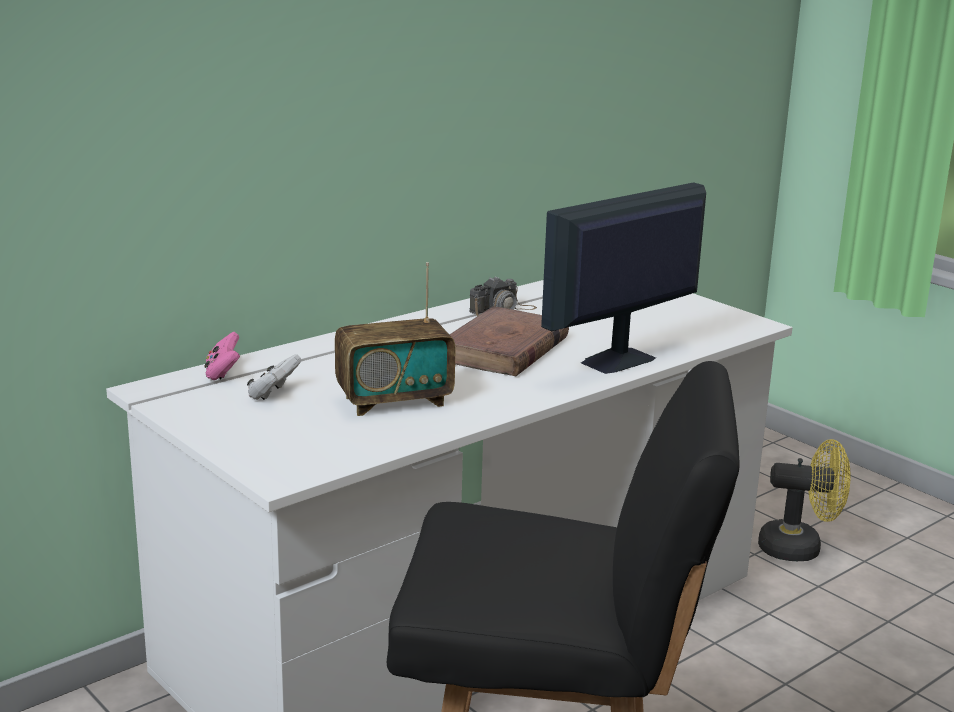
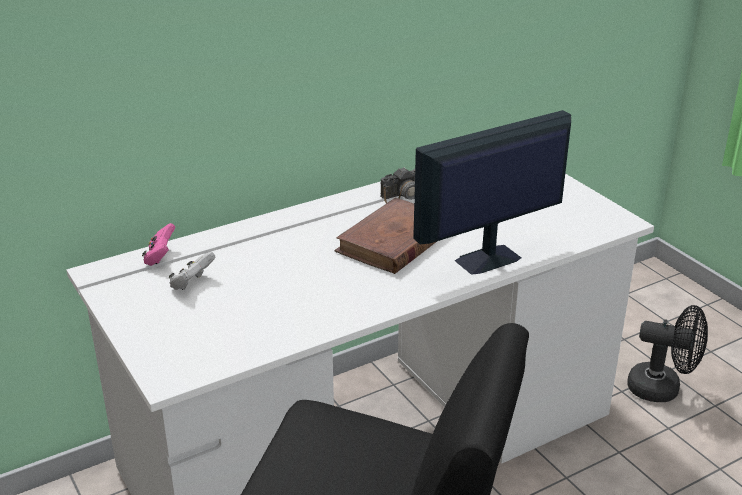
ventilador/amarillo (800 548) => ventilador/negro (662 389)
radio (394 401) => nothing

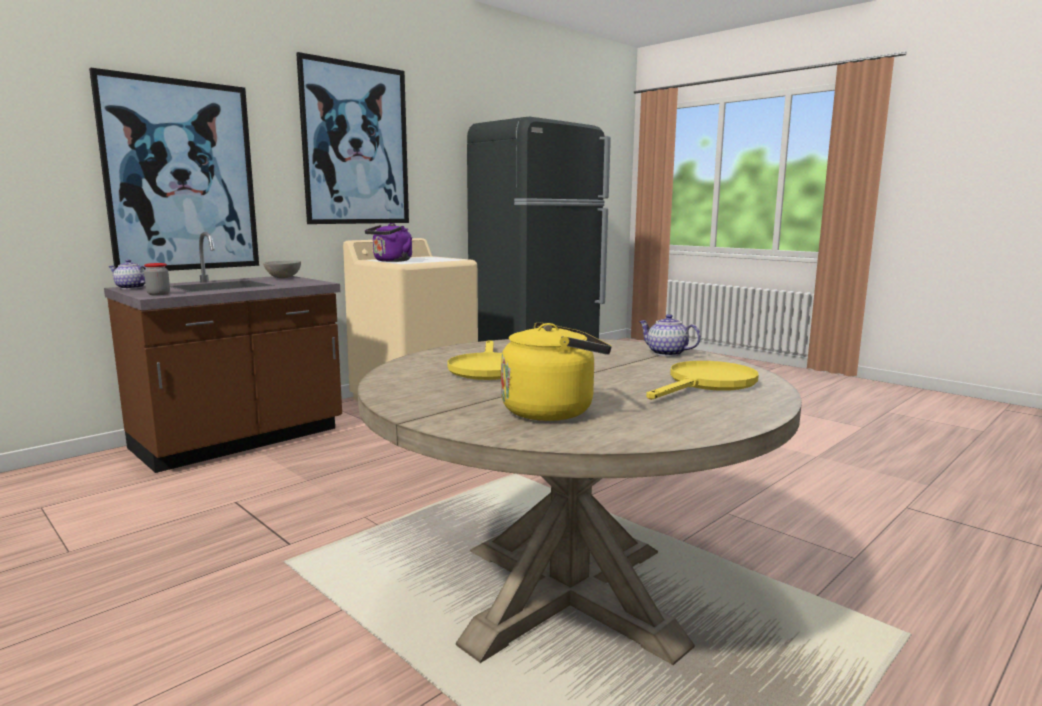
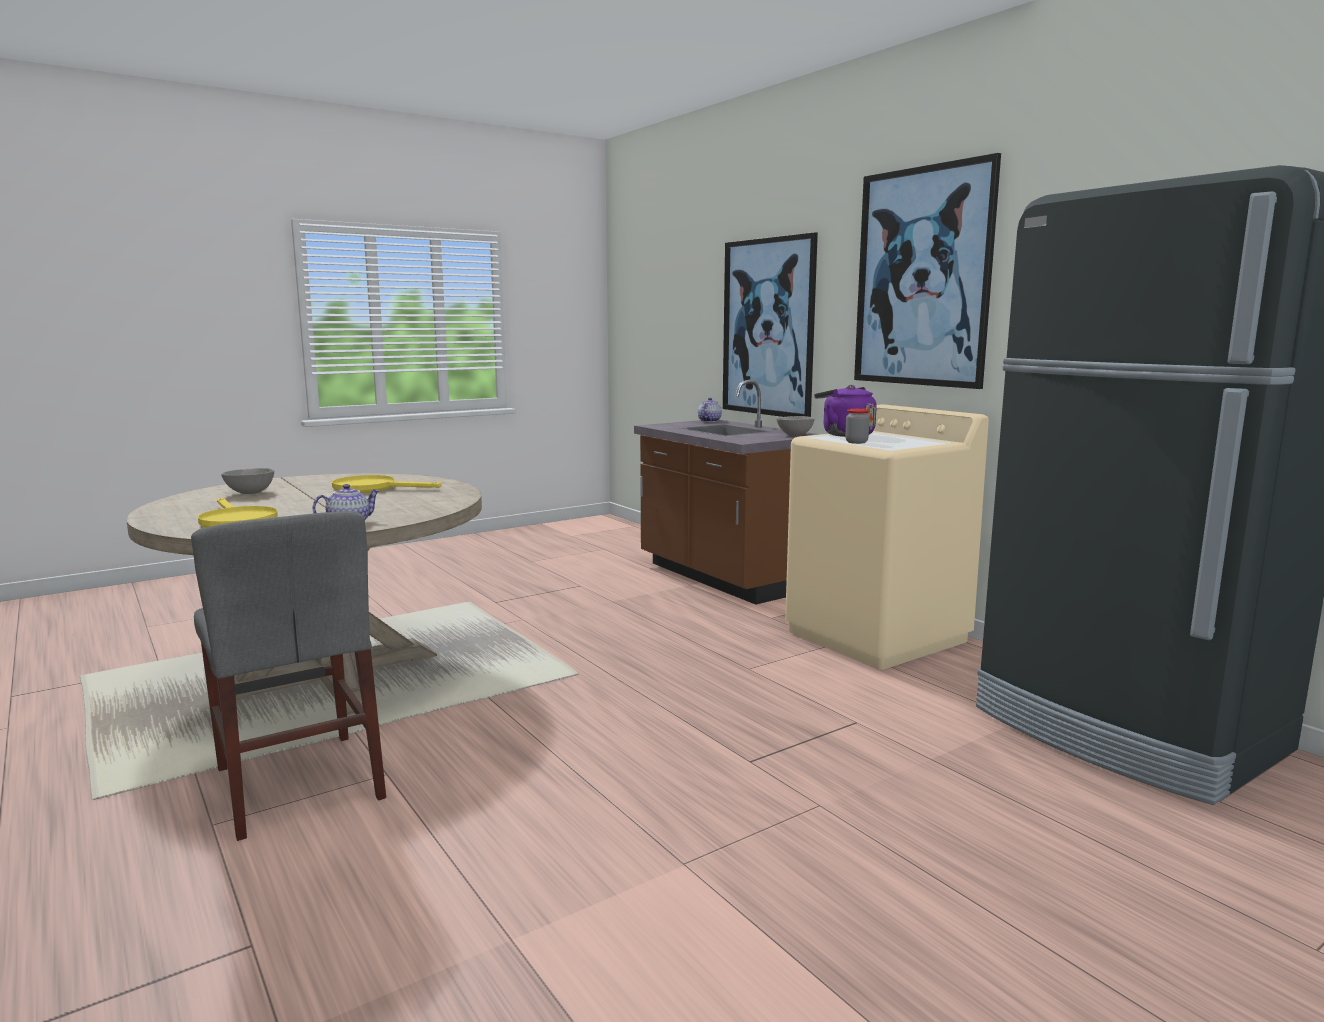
nothing => silla/gris (298 782)
hervidor/amarillo (553 410) => cuenco/gris (249 493)
tarro (158 294) => tarro (856 442), shifted

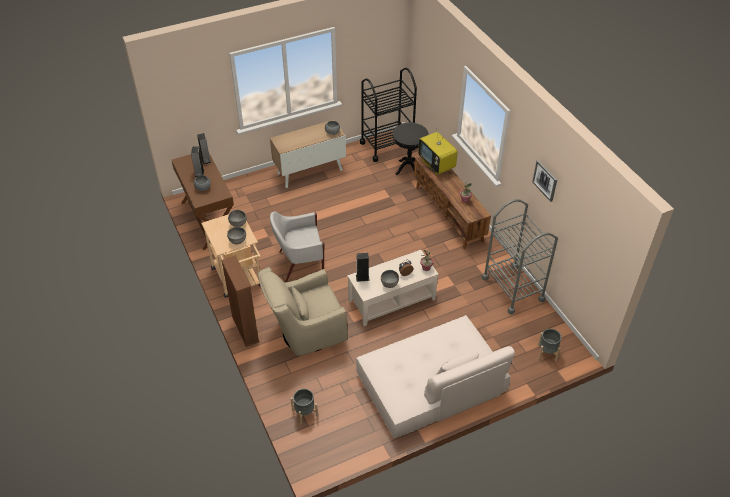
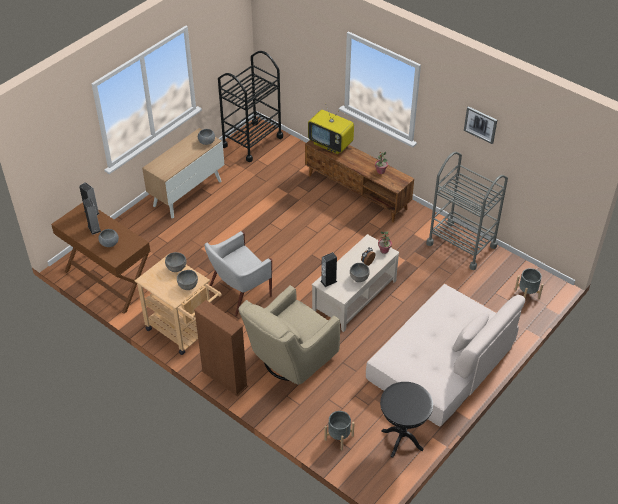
mesa auxiliar/negro (408 168) => mesa auxiliar/negro (402 440), shifted

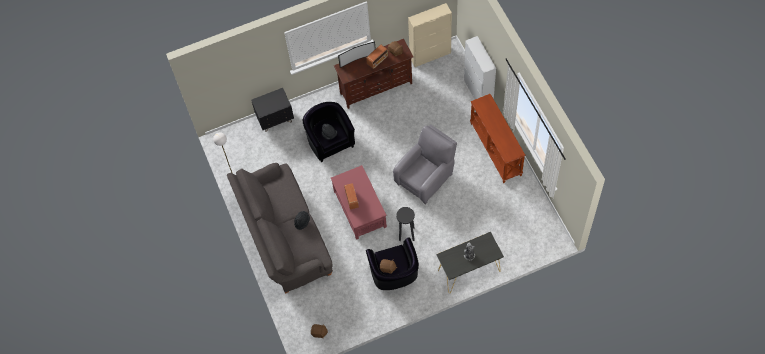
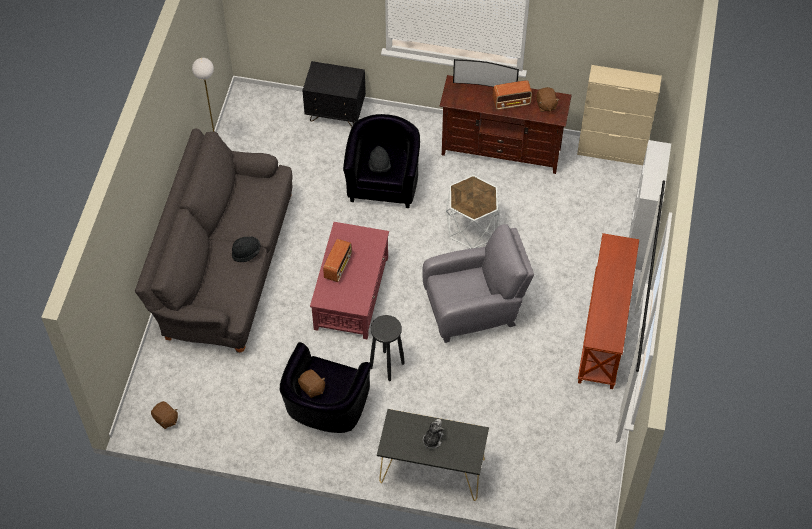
nothing => mesa auxiliar/blanco (471 227)

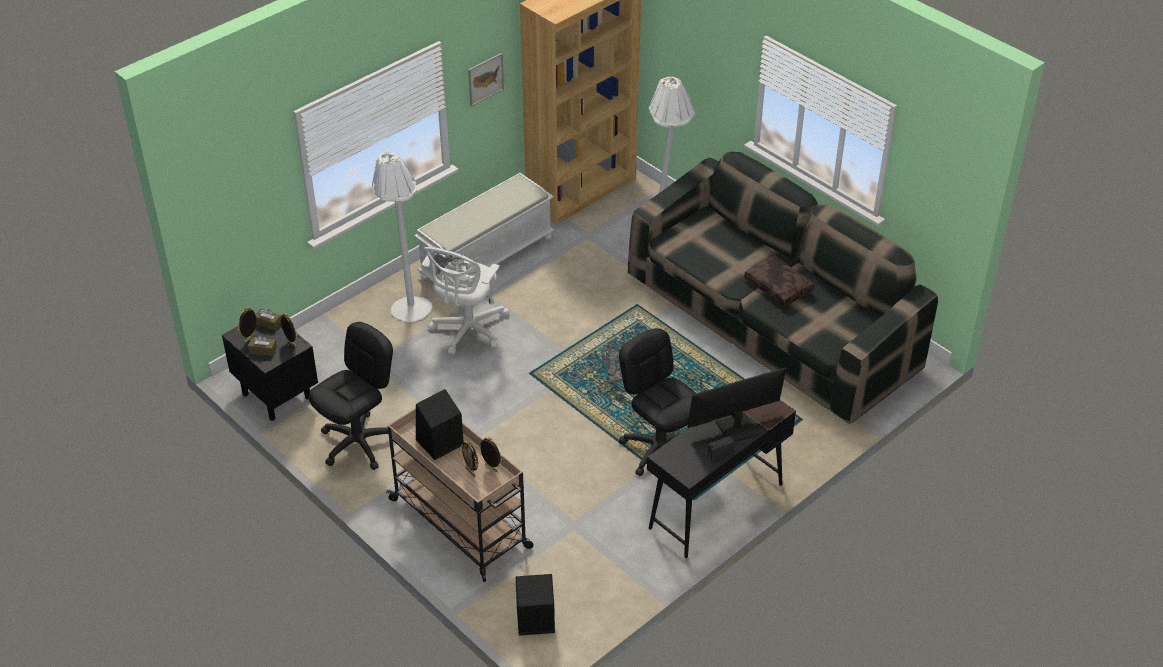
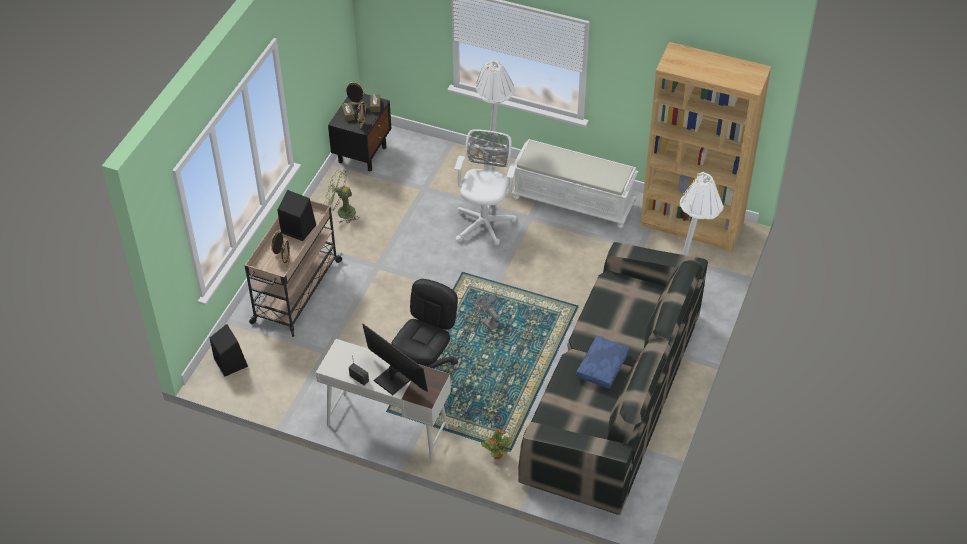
escritorio/negro (715 506) => escritorio/blanco (386 426)
silla de oficina/negro (359 443) => ventilador/verde (342 212)
silla de oficina/blanco (467 331) => silla de oficina/blanco (485 222), 105 degrees clockwise
nothing => planta en maceta (497 455)
cojín/marrón (779 286) => cojín/azul (603 367)
cuadro (485 79) => nothing

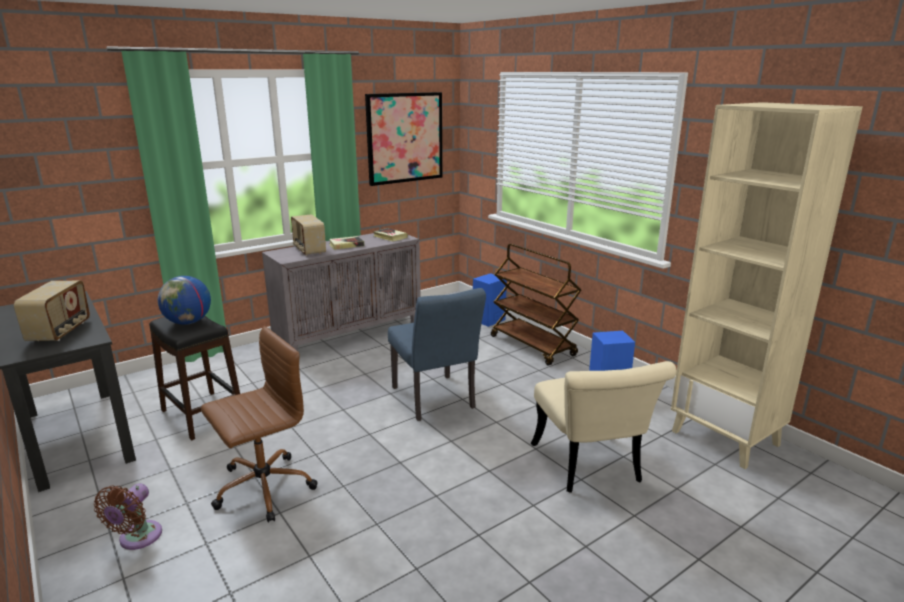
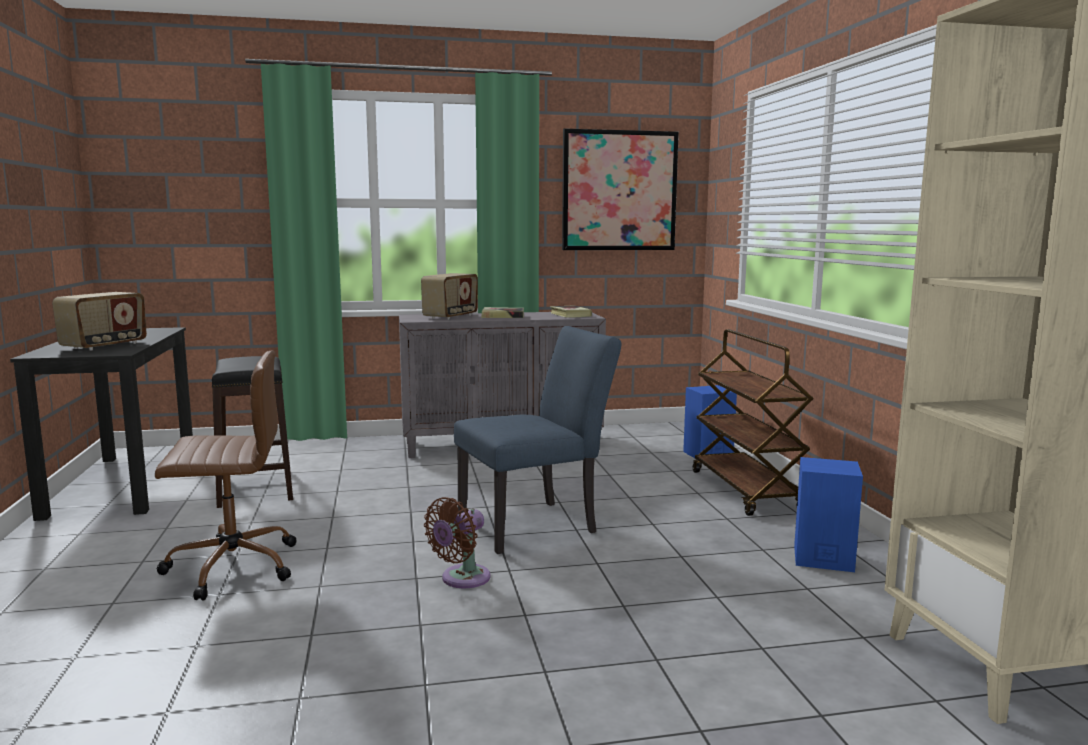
radio (309 250) => radio (451 317), 150 degrees counterclockwise
ventilador/marrón (137 539) => ventilador/marrón (462 579), shifted
silla/azul (435 401) => silla/azul (537 524), 120 degrees counterclockwise
globo terráqueo (188 322) => nothing
silla/beis (590 468) => nothing

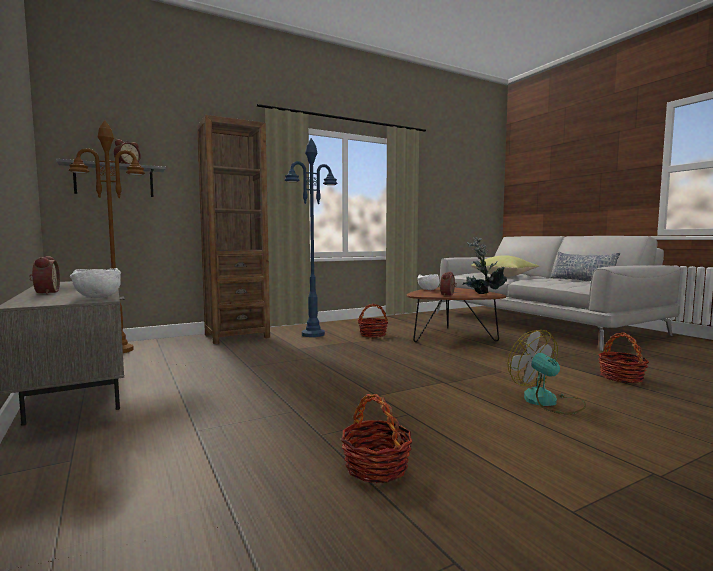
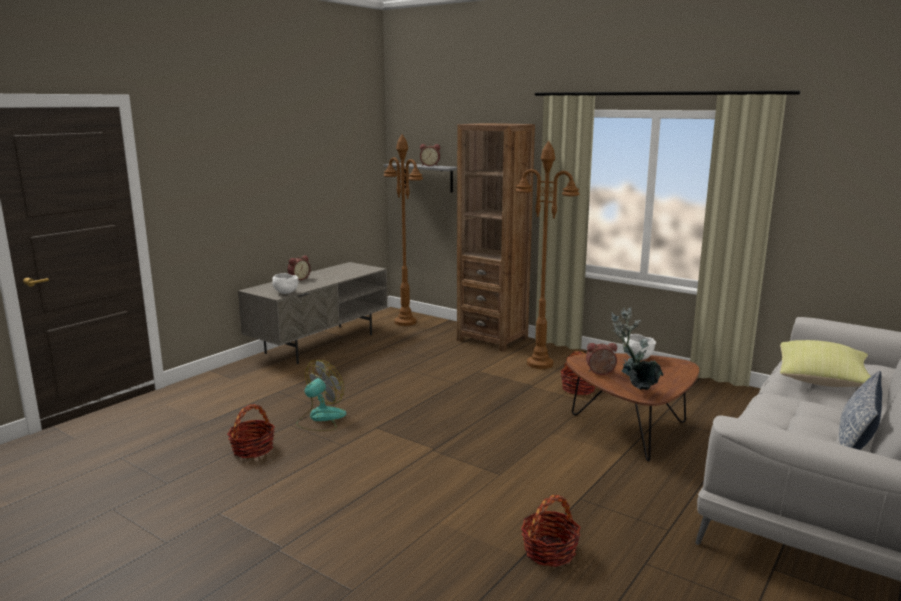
ventilador (547 401) => ventilador (320 418), shifted
lámpara de pie/azul (313 334) => lámpara de pie/marrón (540 364)

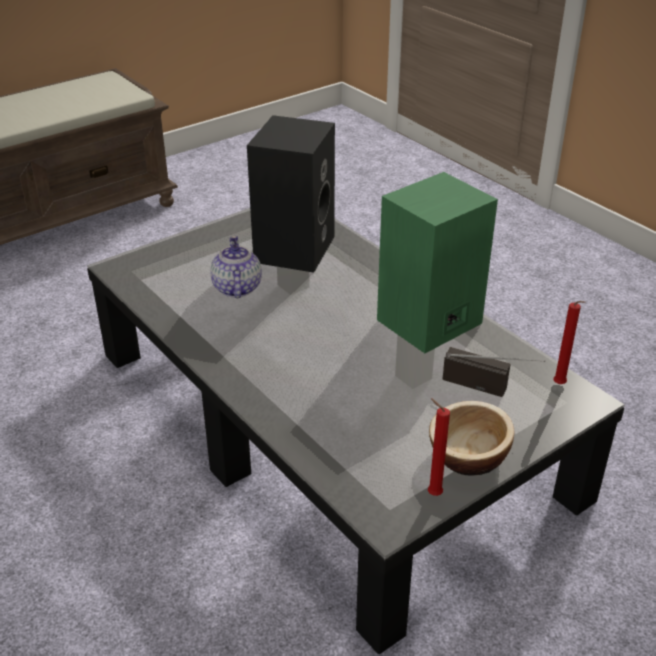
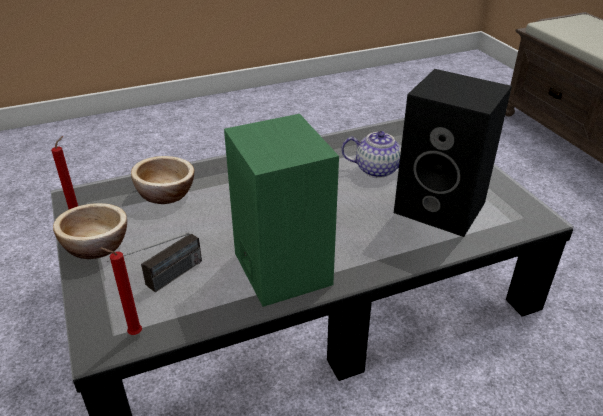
nothing => cuenco (166 194)

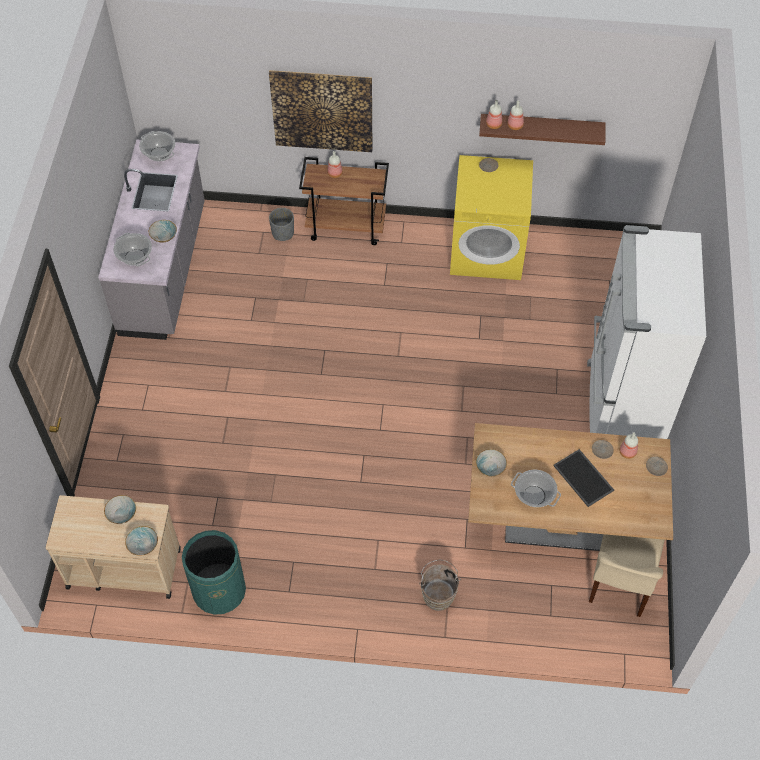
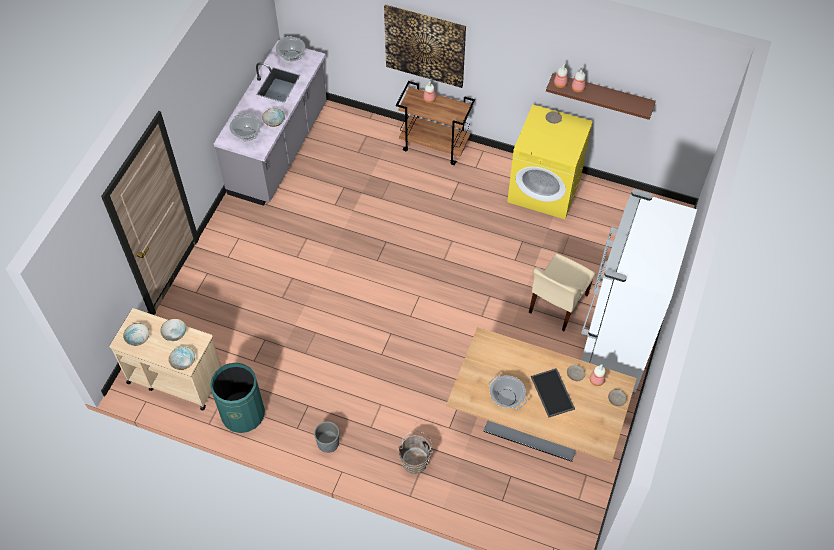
cuenco (490 467) => cuenco (138 337), shifted
maceta/gris (282 233) => maceta/gris (328 443), shifted
silla/beis (620 582) => silla/beis (557 304), shifted

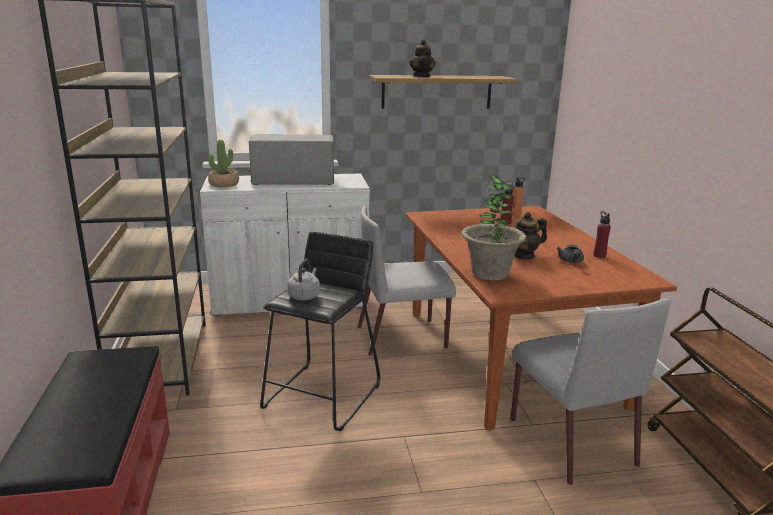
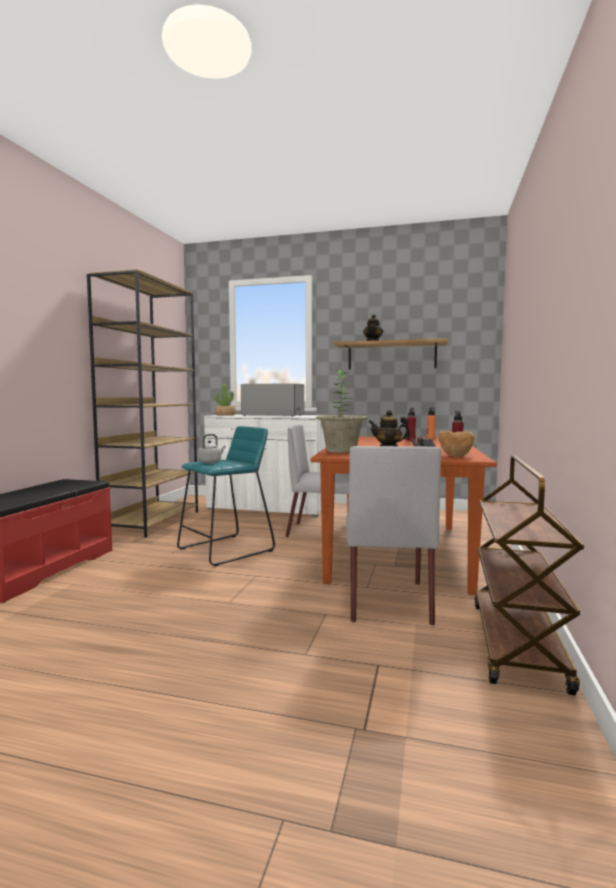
taburete/negro (323 396) => taburete/turquesa (226 550)
nothing => cuenco/marrón (455 456)

